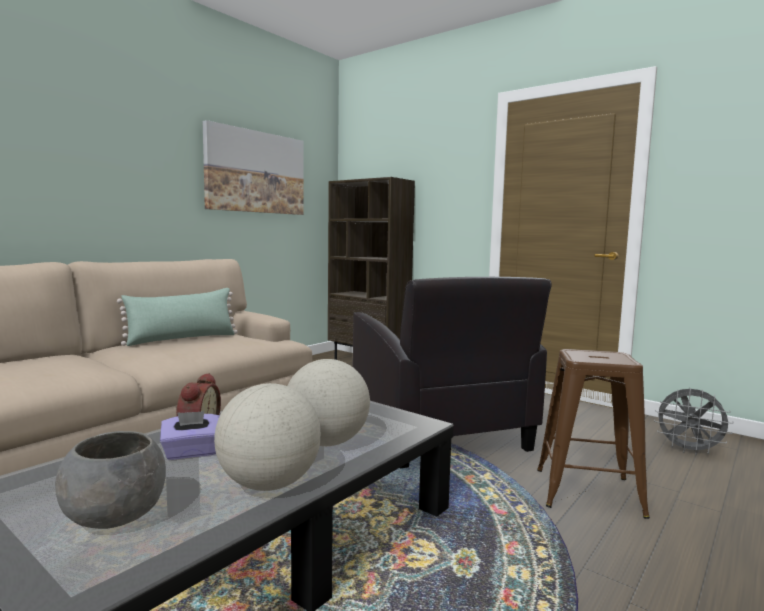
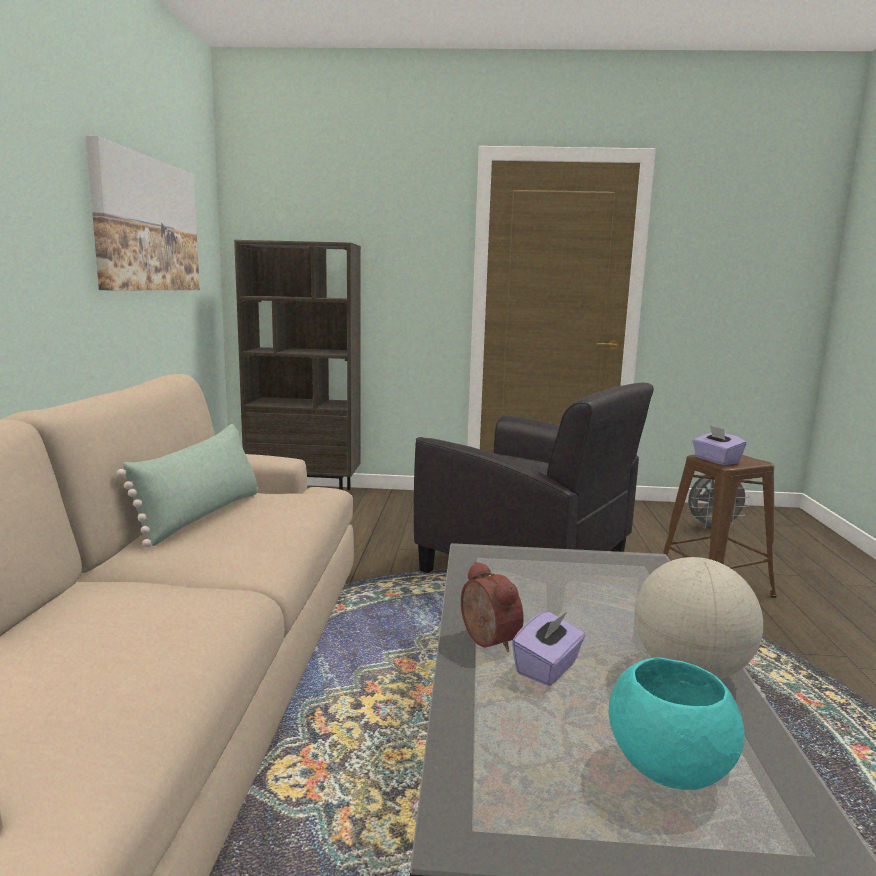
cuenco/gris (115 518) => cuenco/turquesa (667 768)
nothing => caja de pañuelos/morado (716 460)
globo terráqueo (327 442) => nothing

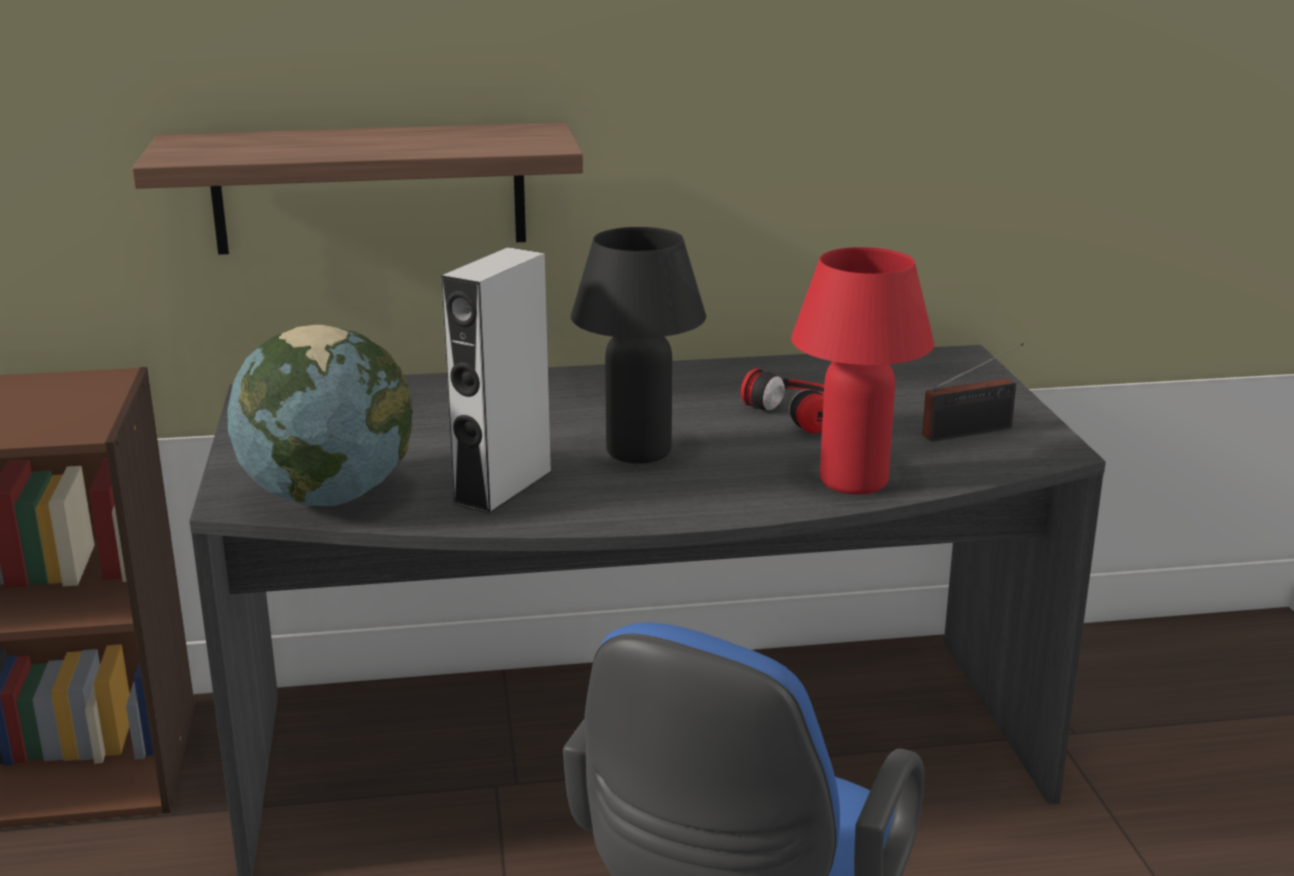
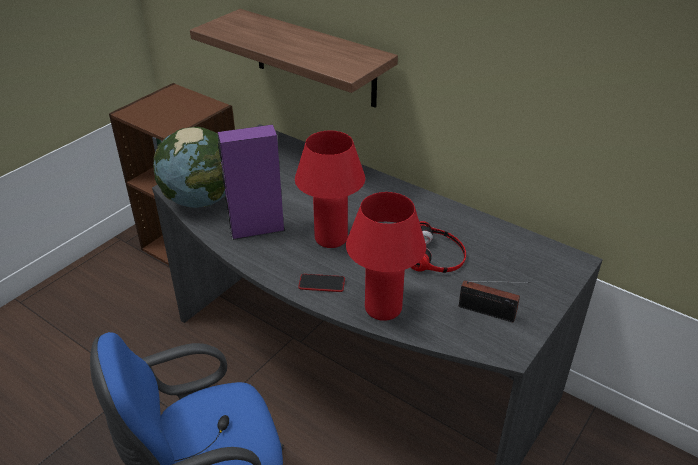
altavoz/gris (503 487) => altavoz/morado (257 229)
lámpara de mesa/negro (638 452) => lámpara de mesa/rojo (331 238)
nothing => móvil (321 283)

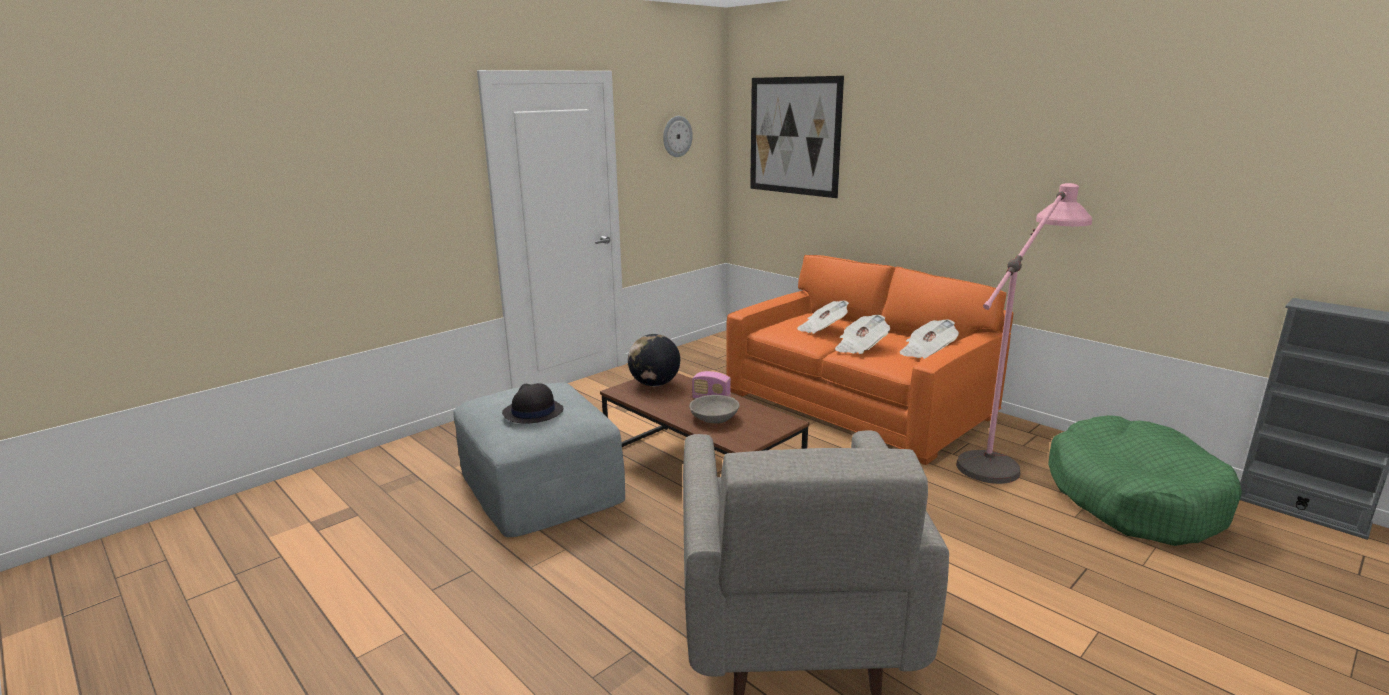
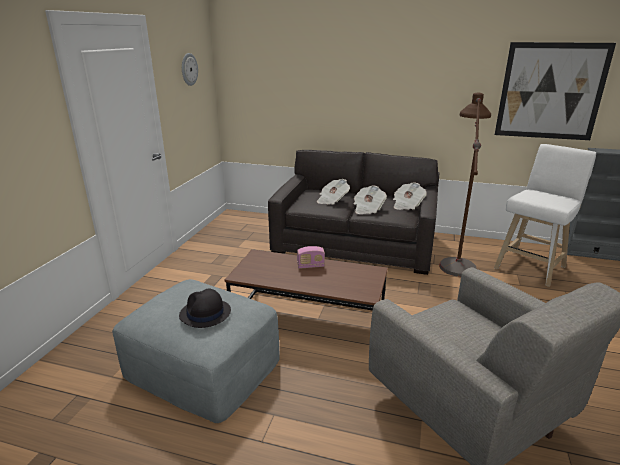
sofá/naranja (858 403) => sofá/gris (355 243)
lámpara de pie/rosa (1005 453) => lámpara de pie/marrón (456 256)
cama para perro/verde (1133 498) => taburete/blanco (531 266)
cuadro (794 136) => cuadro (550 91), shifted
globo terráqueo (654 384) => nothing
cuenco/gris (714 418) => nothing

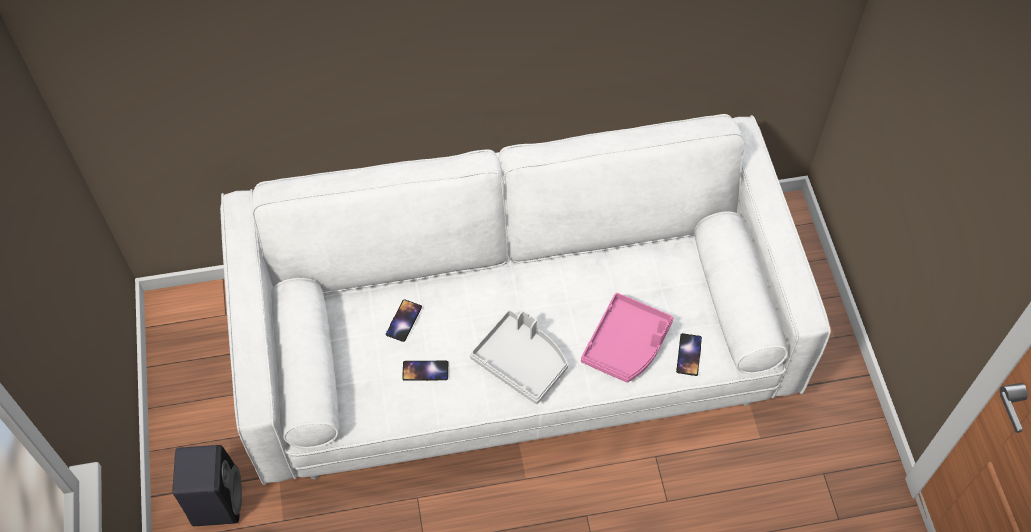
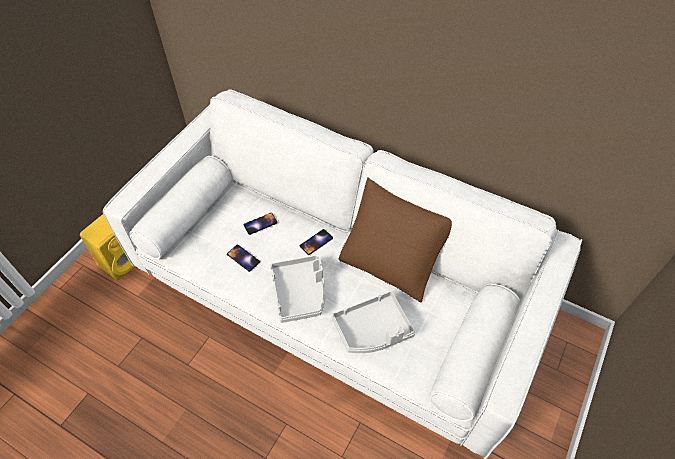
altavoz/negro (216 499) => altavoz/amarillo (121 261)
móvil (689 354) => móvil (316 242), shifted
bandeja/rosa (626 345) => bandeja/gris (373 329)
nothing => cojín/marrón (392 261)

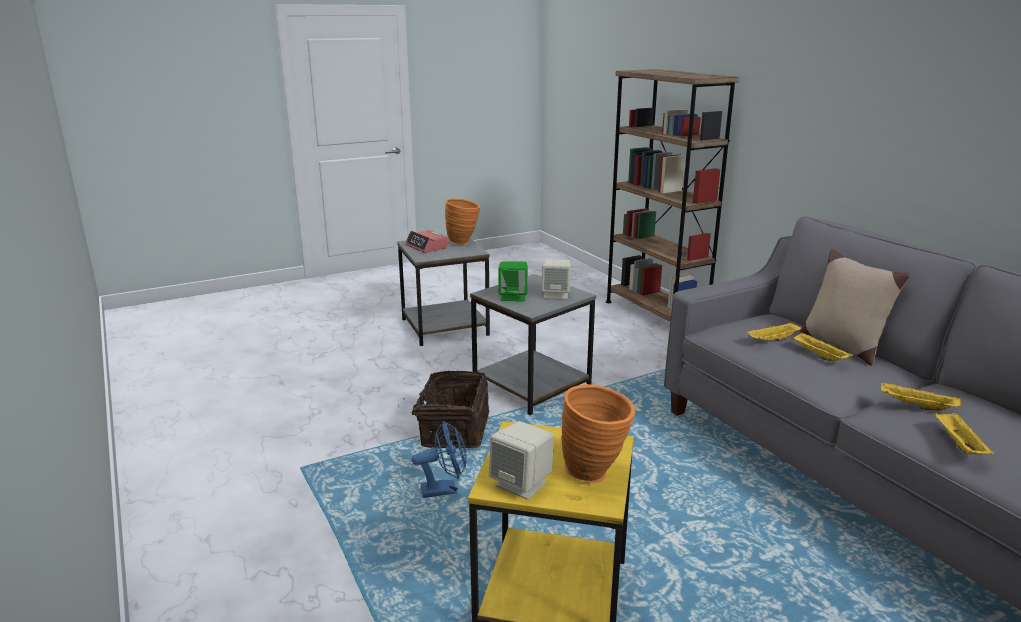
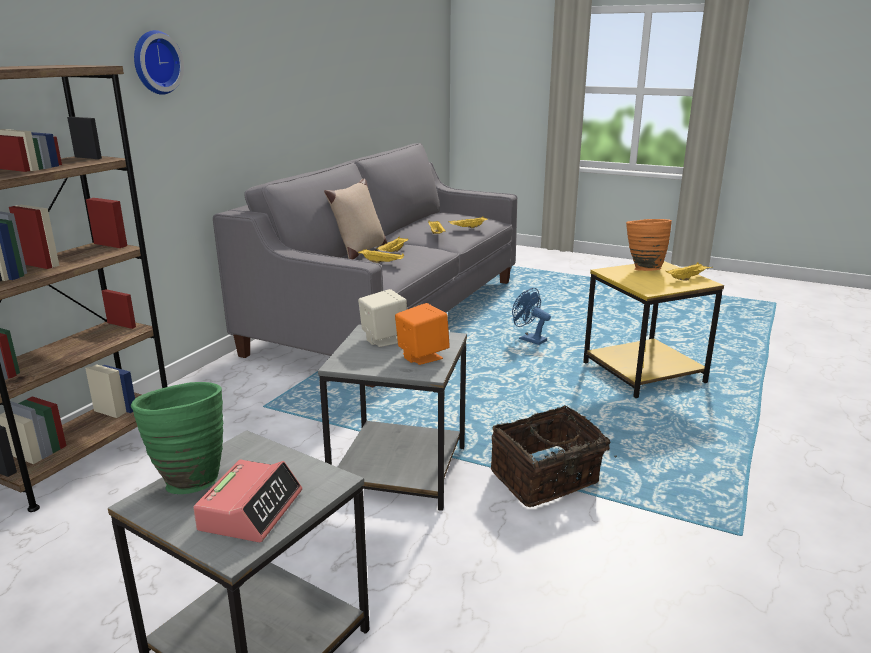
florero/naranja (464 242) => florero/verde (188 480)
nothing => reloj de pared (155 62)
altavoz/verde (513 297) => altavoz/naranja (421 356)
ventilador/azul (444 490) => ventilador/azul (529 339), shifted
altavoz/beis (522 484) => bandeja/amarillo (687 278)

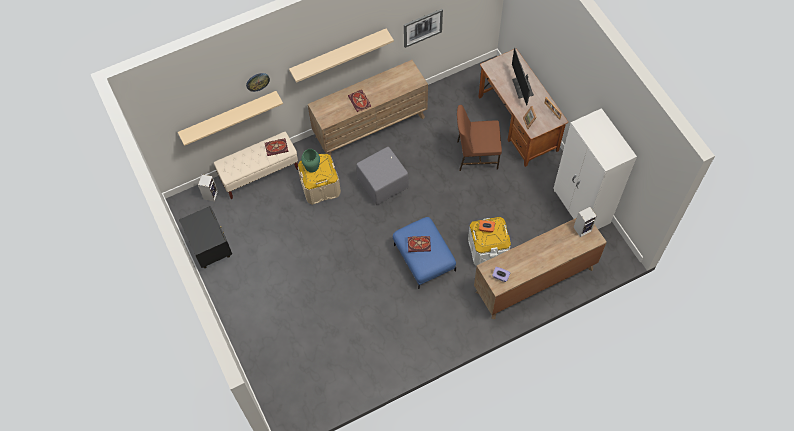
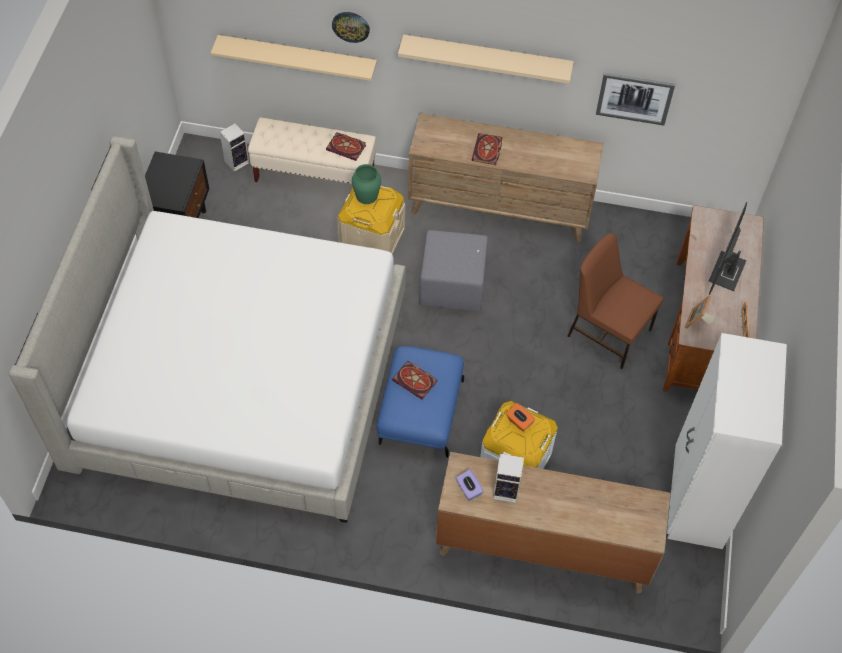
nothing => cama (239 378)
altavoz (582 228) => altavoz (507 490), shifted

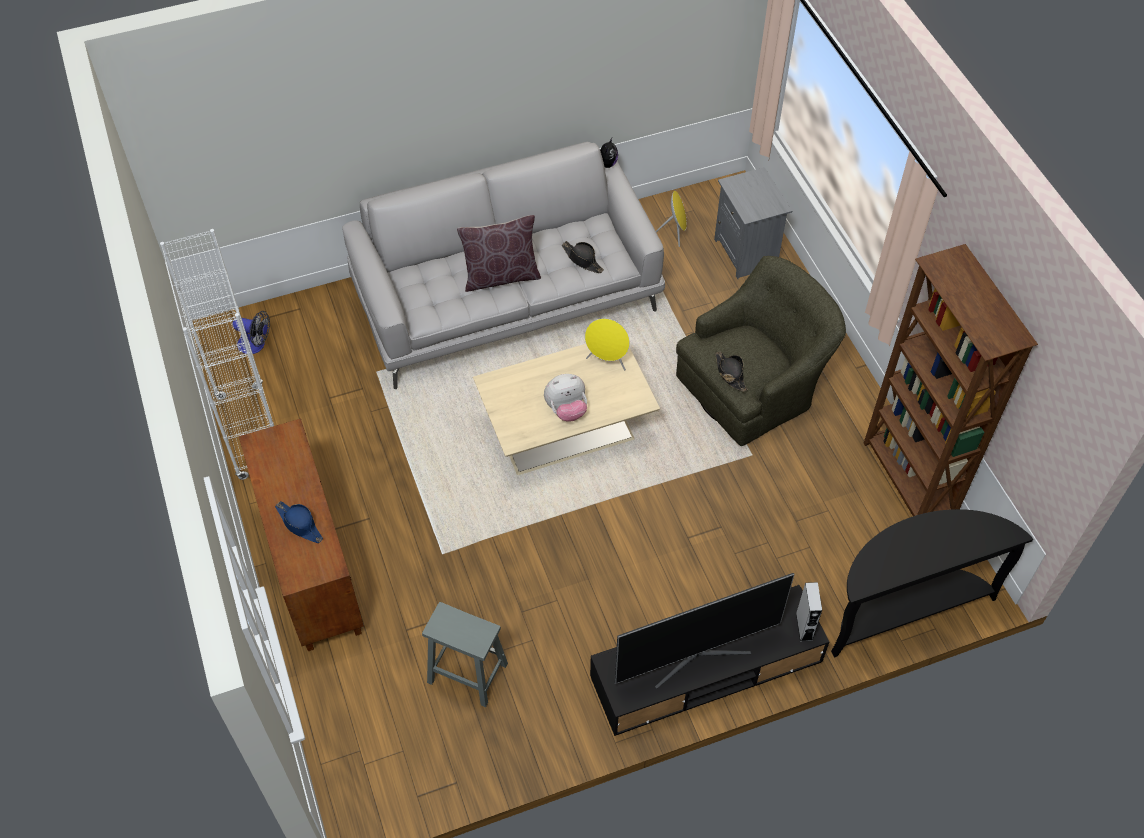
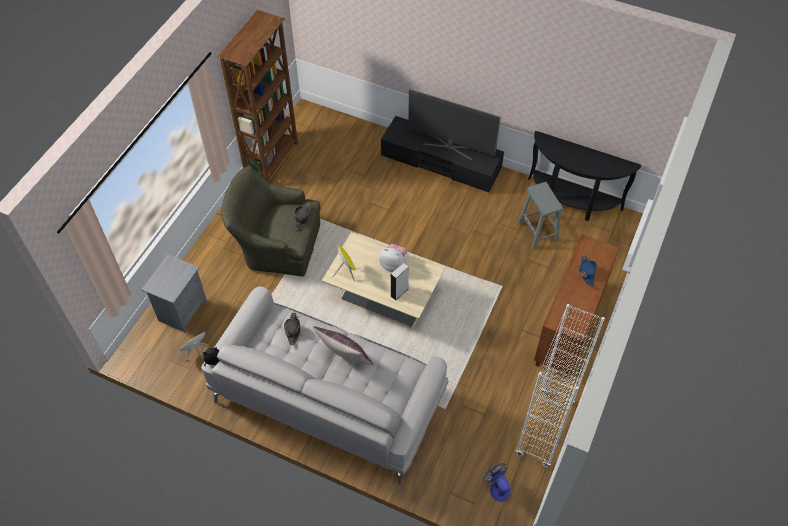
altavoz/gris (804 627) => altavoz/gris (399 292), shifted
mesa consola/negro (903 607) => mesa consola/negro (571 202), shifted

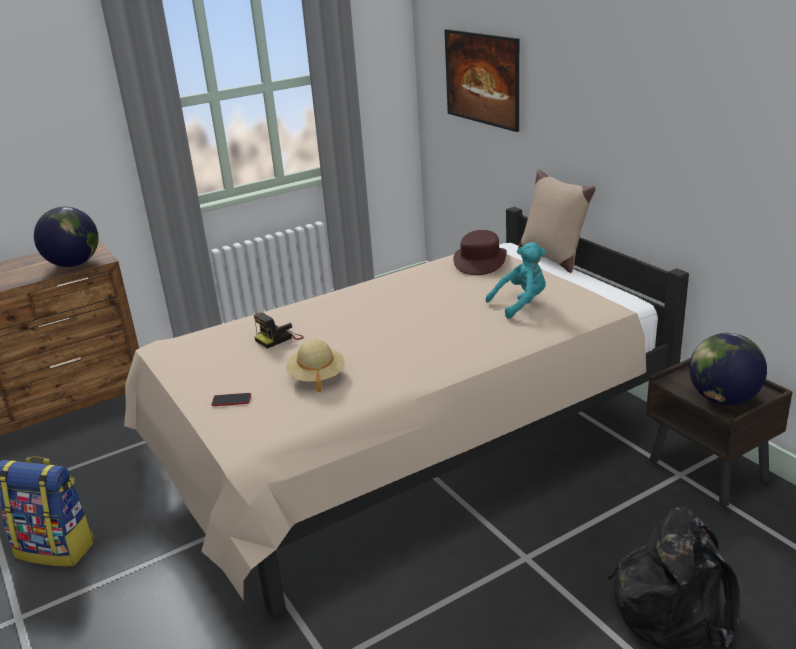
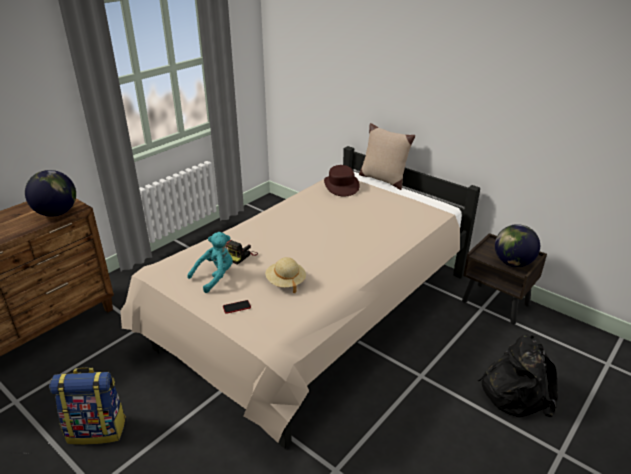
peluche/turquesa (521 304) => peluche/turquesa (215 277), shifted
cuadro (482 100) => nothing

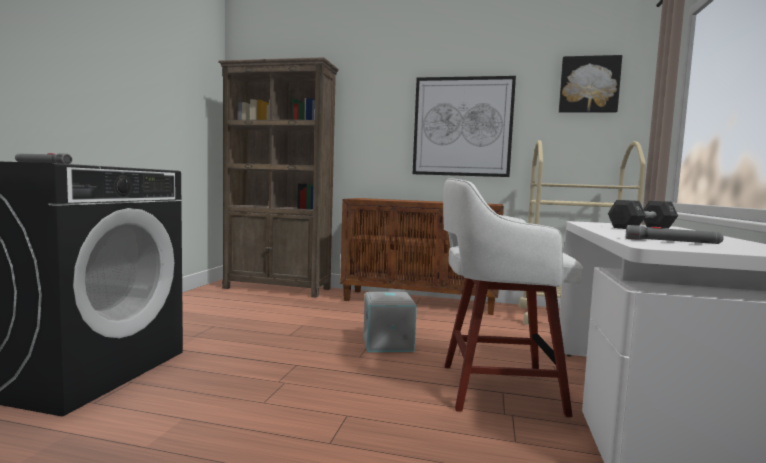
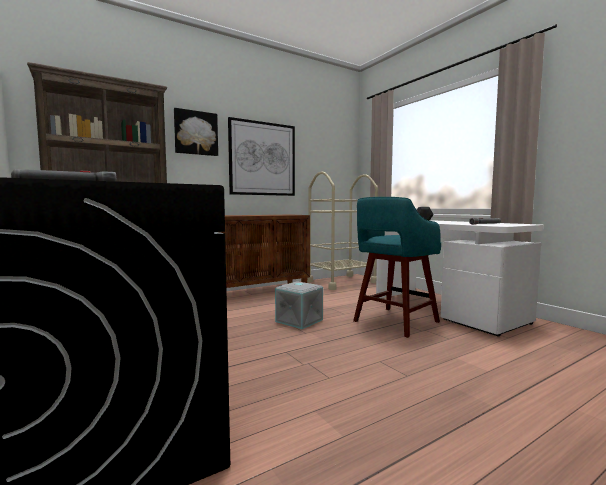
cuadro (589 85) => cuadro (196 133), shifted
taburete/blanco (495 388) => taburete/turquesa (394 322)

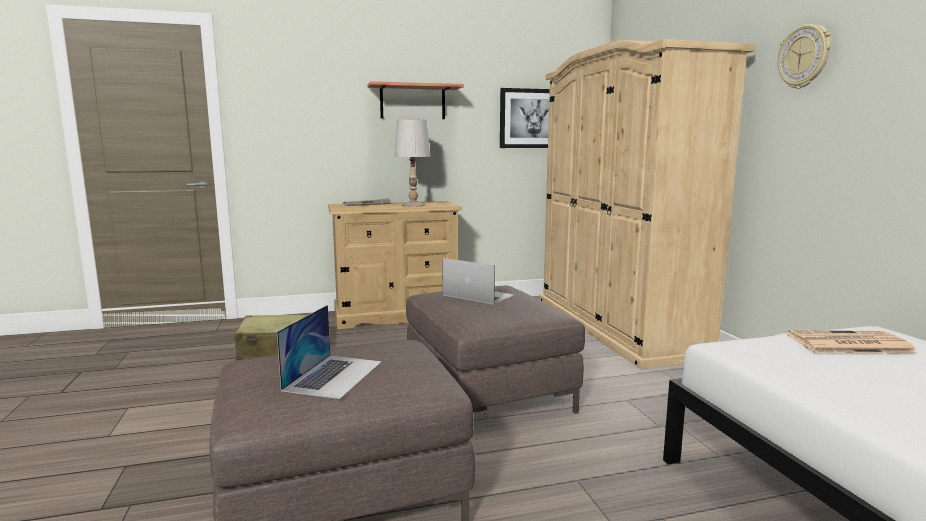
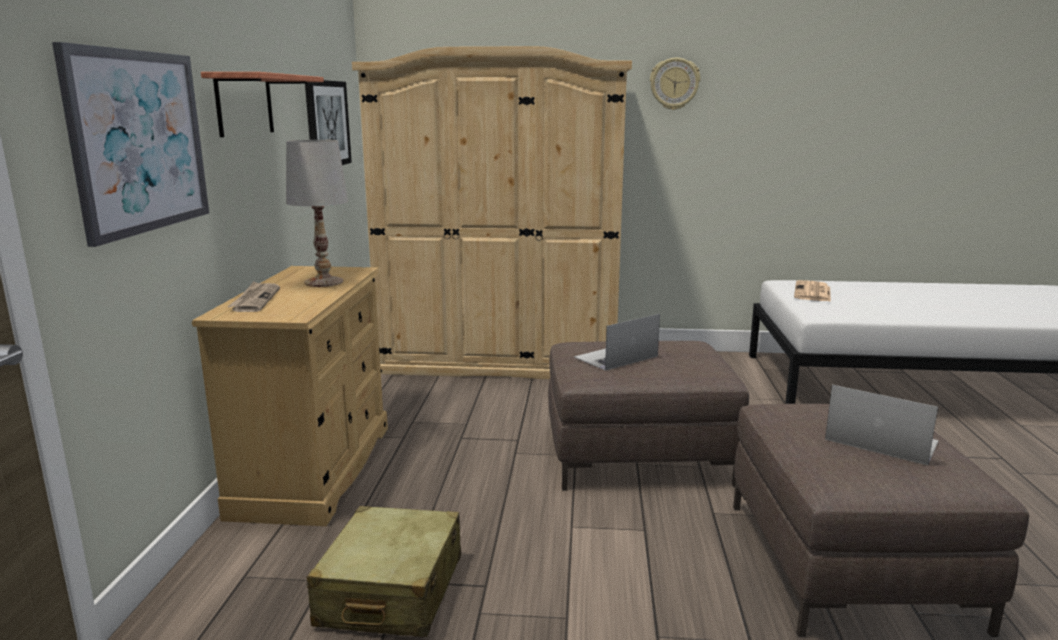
nothing => cuadro (139 142)

